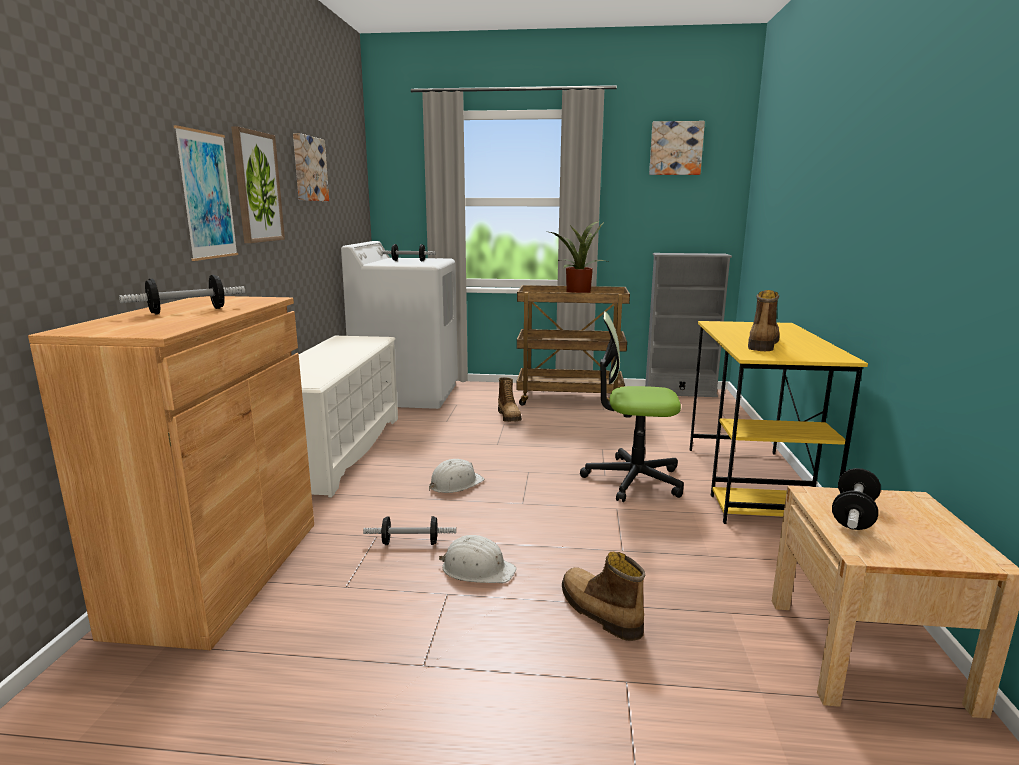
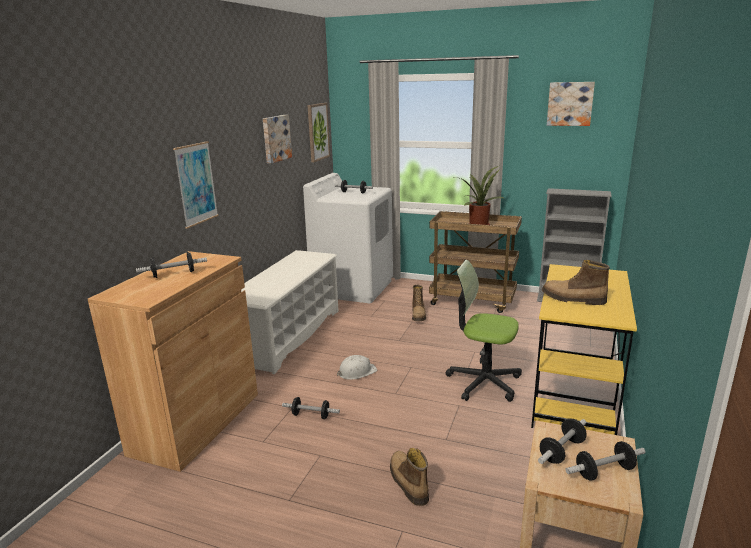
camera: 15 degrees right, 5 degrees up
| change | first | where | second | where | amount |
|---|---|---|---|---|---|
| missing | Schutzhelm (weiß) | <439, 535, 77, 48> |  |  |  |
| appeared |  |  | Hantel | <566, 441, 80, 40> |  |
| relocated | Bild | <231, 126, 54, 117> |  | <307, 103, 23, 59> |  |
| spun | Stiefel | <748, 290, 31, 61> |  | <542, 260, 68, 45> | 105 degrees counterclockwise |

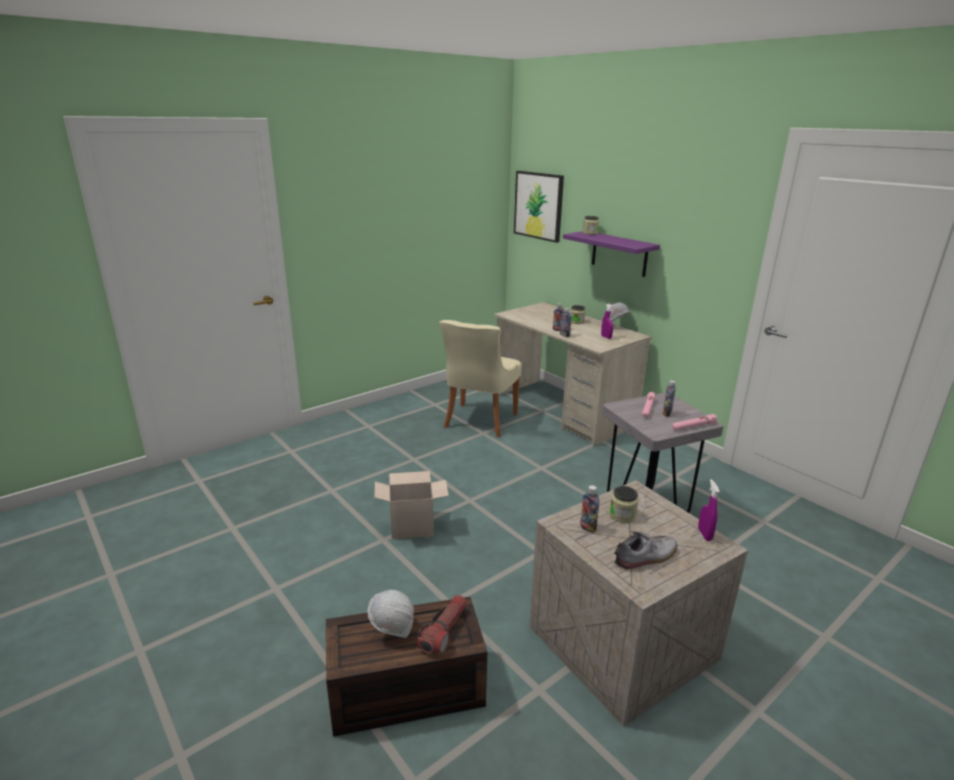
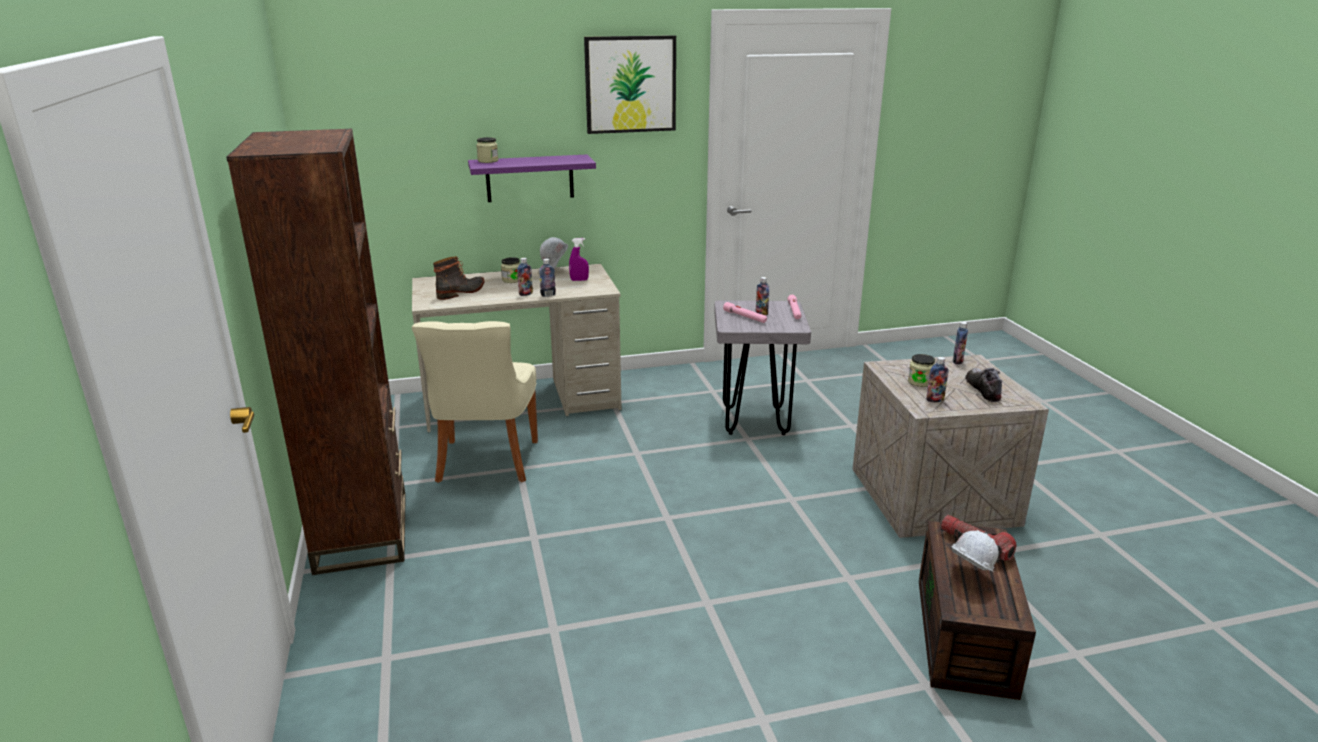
camera: 65 degrees left, 0 degrees up
| change | first | where | second | where | amount |
|---|---|---|---|---|---|
| missing | Karton | <375, 471, 74, 68> |  |  |  |
| appeared |  |  | Bücherregal (braun) | <226, 129, 180, 446> |  |
| appeared |  |  | Stiefel | <433, 256, 51, 44> |  |
| relocated | Bild | <514, 171, 50, 72> |  | <584, 35, 92, 99> |  |
| exchanged | Sprühflasche (lila) | <698, 479, 22, 62> | Flasche | <953, 322, 15, 43> |  |
| spun | Stuhl (beige) | <439, 320, 83, 118> |  | <412, 321, 126, 162> | 45 degrees clockwise |

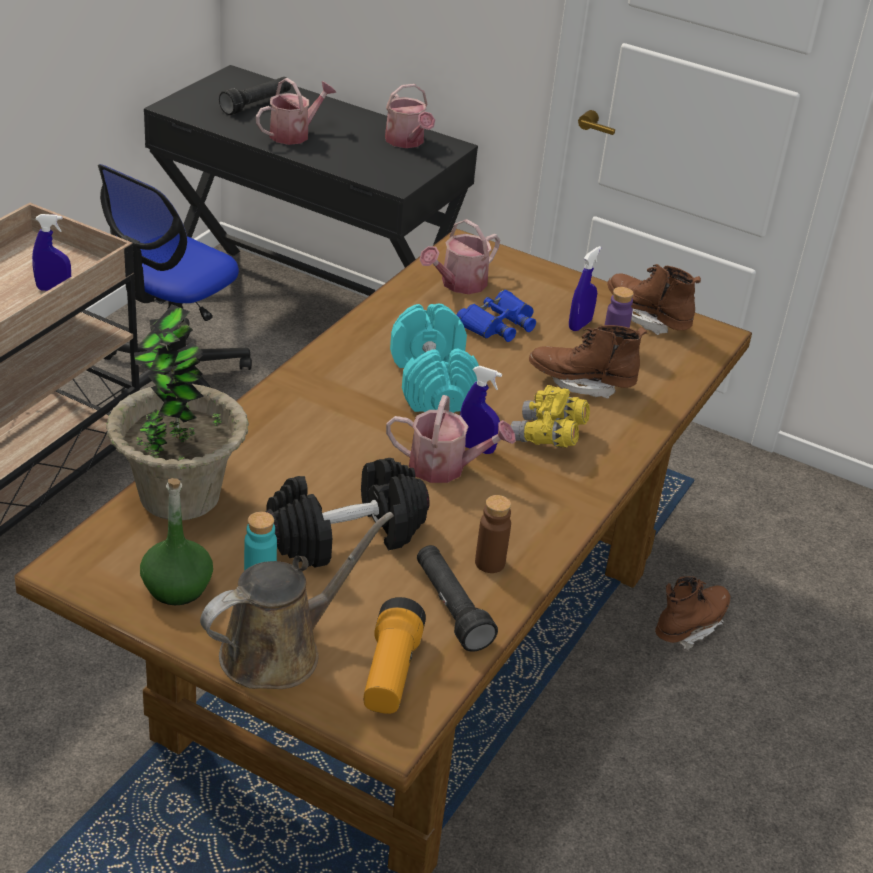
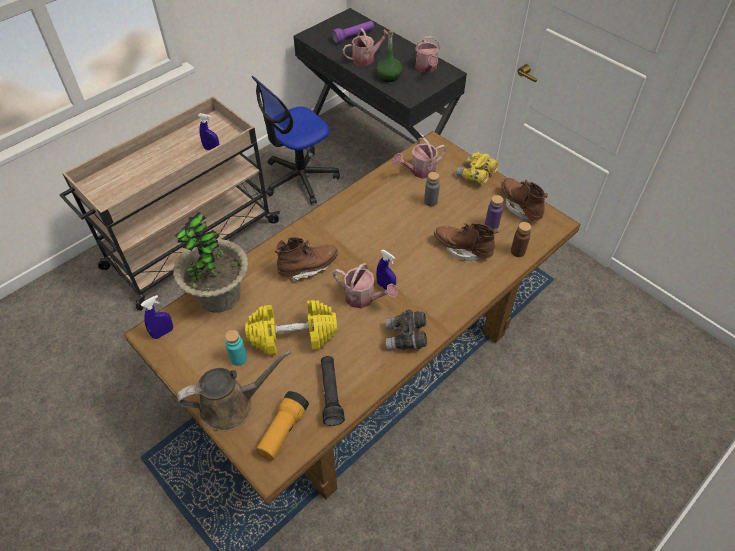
camera: 20 degrees right, 15 degrees up
| change | first | where | second | where | amount |
|---|---|---|---|---|---|
| missing | Hantel (türkis) | <390, 303, 89, 110> |  |  |  |
| appeared |  |  | Fernglas (grau) | <386, 309, 41, 41> |  |
| relocated | Flasche (grün) | <140, 478, 73, 127> |  | <376, 31, 26, 51> |  |
| relocated | Flasche (braun) | <475, 495, 36, 78> |  | <511, 222, 20, 35> |  |
| relocated | Fernglas (gelb) | <511, 385, 79, 62> |  | <456, 151, 43, 33> |  |
| relocated | Sprühflasche (blau) | <569, 246, 32, 85> |  | <141, 295, 32, 44> |  |
| relocated | Stiefel (braun) | <655, 576, 75, 75> |  | <275, 237, 63, 46> |  |
| exchanged | Fernglas (blau) | <457, 290, 79, 52> | Flasche (grau) | <424, 172, 16, 34> |  |
| colour | Taschenlampe (schwarz) | <219, 77, 72, 38> | Taschenlampe (lila) | <332, 21, 42, 22> |  |
| colour | Hantel (schwarz) | <265, 458, 165, 110> | Hantel (gelb) | <245, 300, 92, 55> |  |

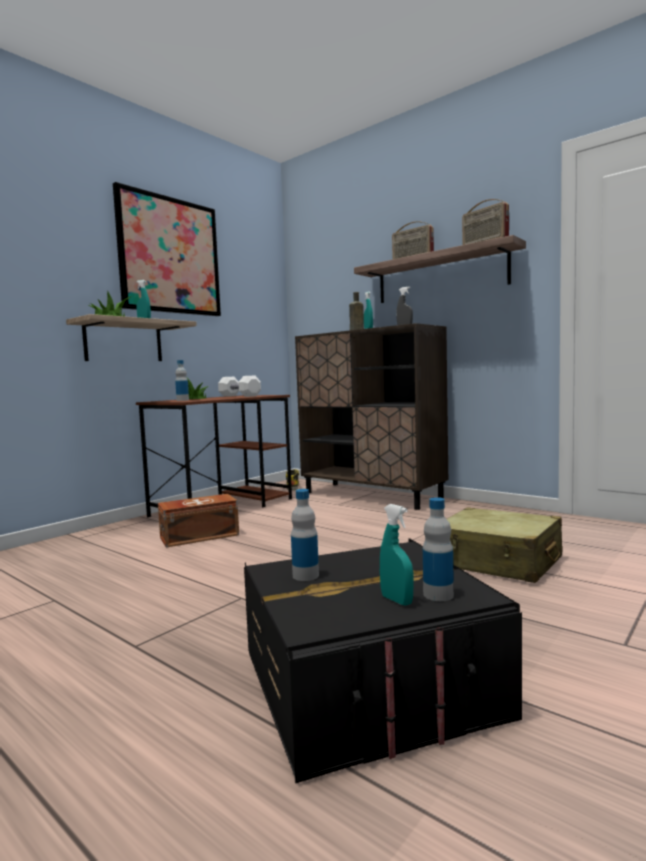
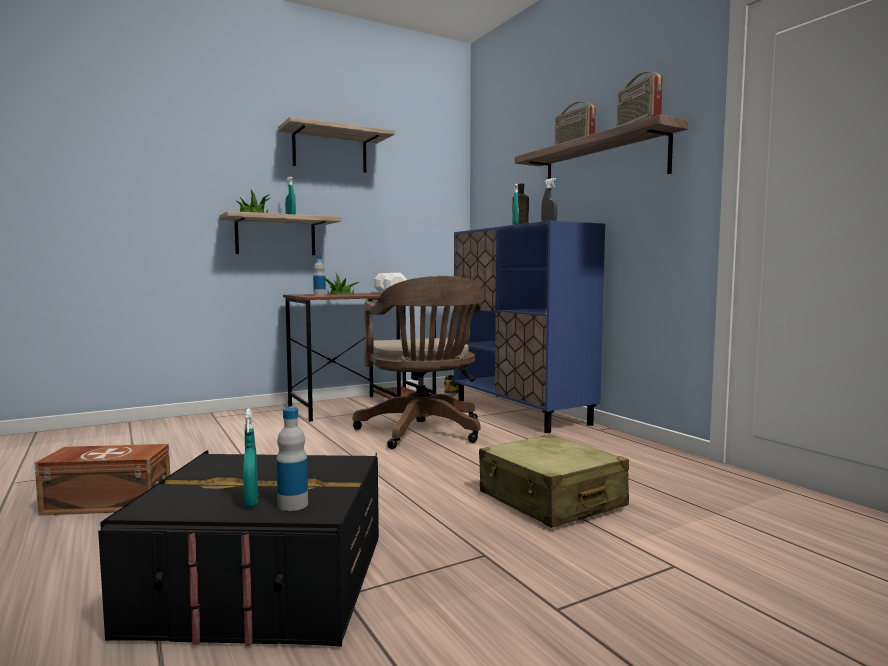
camera: 20 degrees right, 0 degrees up
| change | first | where | second | where | amount |
|---|---|---|---|---|---|
| missing | Flasche | <291, 489, 28, 92> |  |  |  |
| appeared |  |  | Bürostuhl (braun) | <353, 276, 129, 173> |  |
| relocated | Aufbewahrungsbox (braun) | <158, 494, 81, 54> |  | <35, 444, 135, 72> |  |
| exchanged | Bild | <113, 182, 108, 134> | Wandregal | <278, 117, 117, 56> |  |
| colour | Schrank (braun) | <295, 323, 153, 187> | Schrank (blau) | <454, 221, 151, 212> |  |

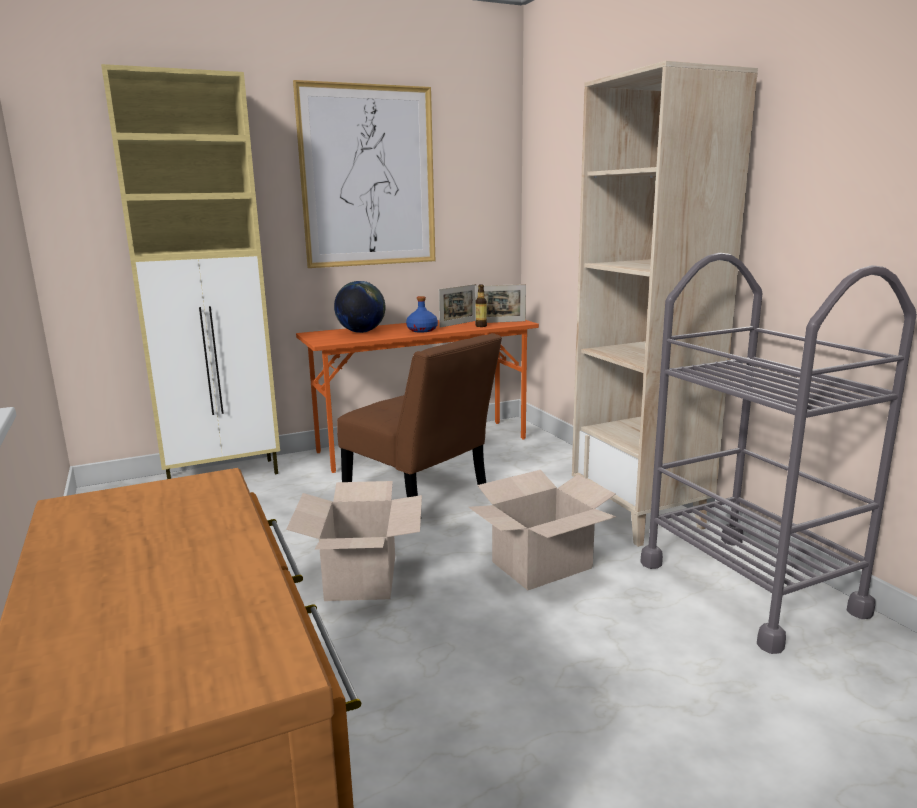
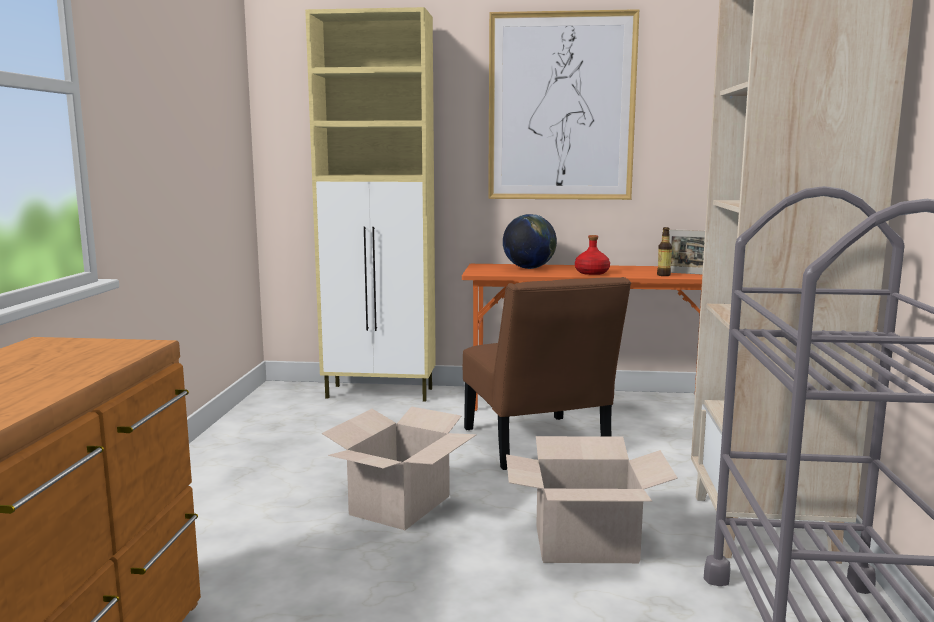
camera: 30 degrees right, 5 degrees down
| change | first | where | second | where | amount |
|---|---|---|---|---|---|
| missing | Bilderrahmen | <439, 284, 37, 44> |  |  |  |
| colour | Flasche (blau) | <406, 296, 32, 37> | Flasche (rot) | <575, 235, 35, 40> |  |

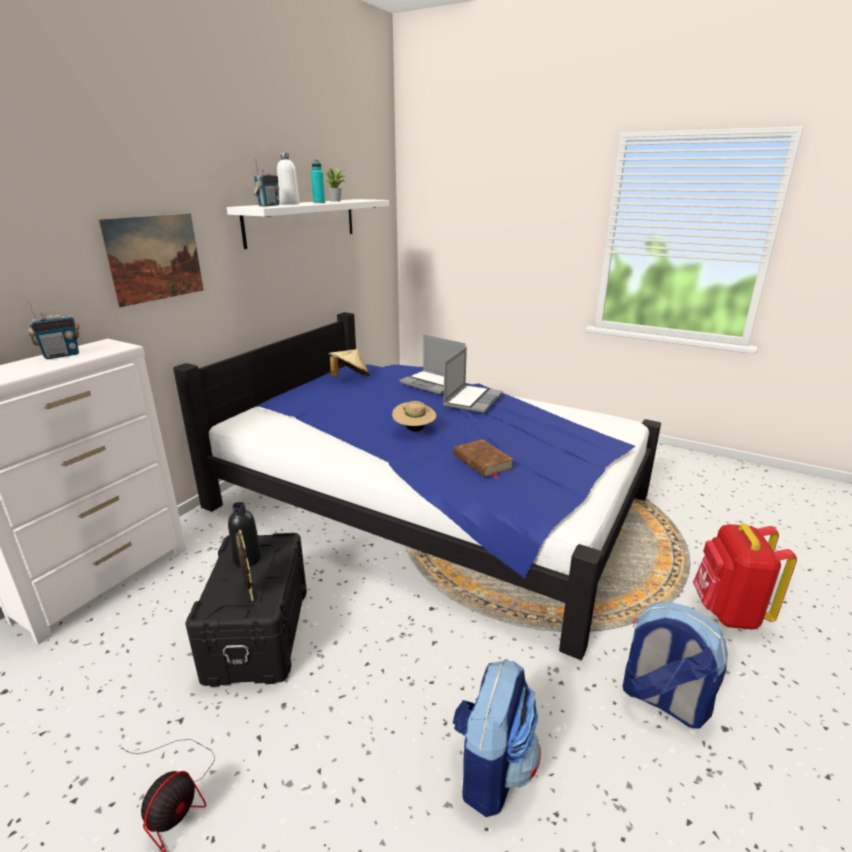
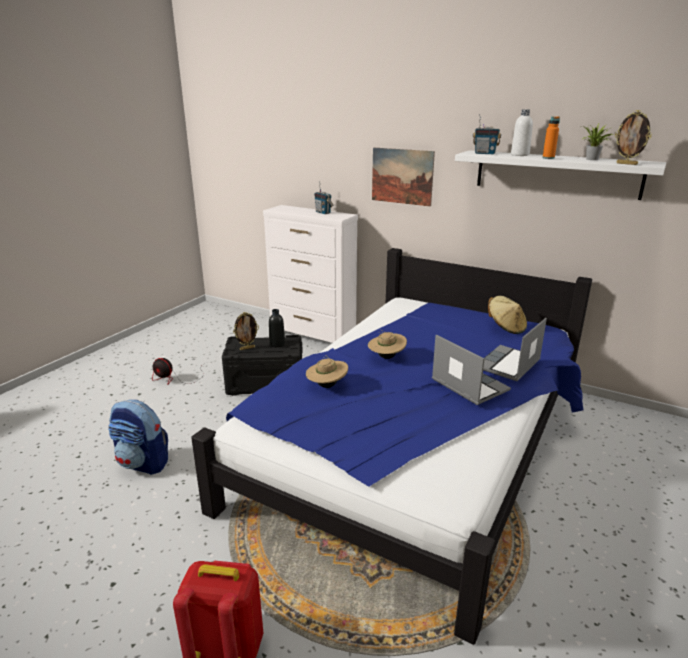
camera: 90 degrees right, 0 degrees up
| change | first | where | second | where | amount |
|---|---|---|---|---|---|
| missing | Rucksack | <622, 602, 106, 127> |  |  |  |
| appeared |  |  | Bilderrahmen | <615, 110, 37, 55> |  |
| exchanged | Buch (braun) | <454, 439, 60, 40> | Hut (beige) | <306, 355, 42, 33> |  |
| colour | Flasche (türkis) | <311, 160, 14, 43> | Flasche (orange) | <543, 116, 17, 43> |  |
| spun | Laptop | <443, 347, 60, 66> |  | <432, 335, 79, 70> | 150 degrees counterclockwise |

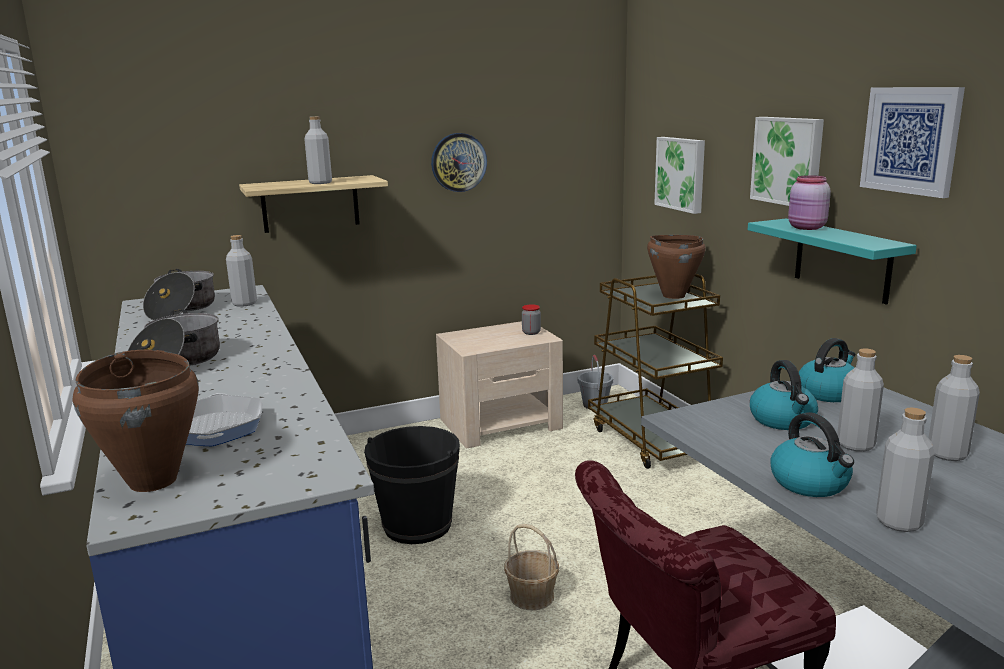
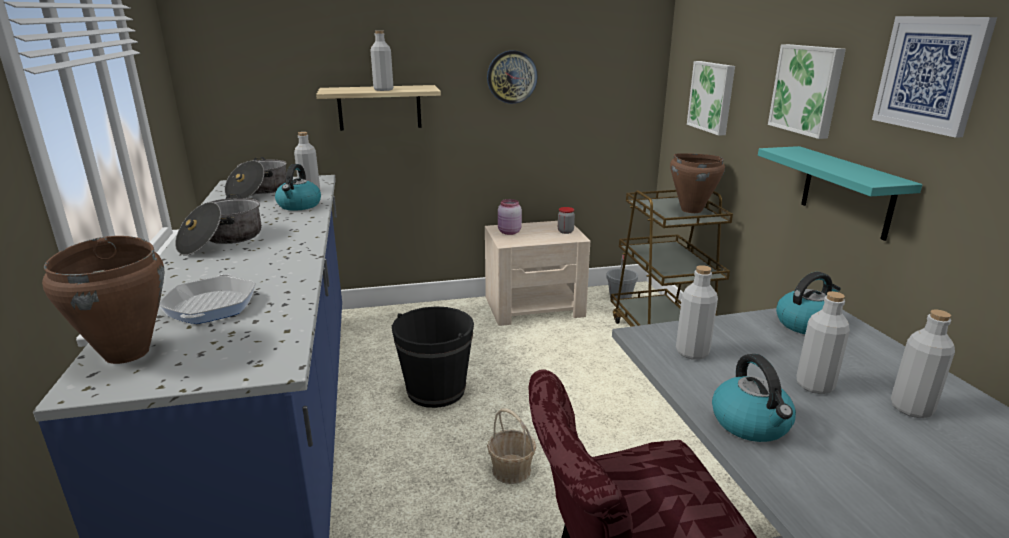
camera: 10 degrees right, 5 degrees up
| change | first | where | second | where | amount |
|---|---|---|---|---|---|
| relocated | Wasserkessel | <750, 360, 68, 70> |  | <275, 164, 46, 47> |  |
| relocated | Vorratsglas (rosa) | <788, 175, 43, 55> |  | <498, 199, 24, 36> |  |
| relocated | Flasche (grau) | <876, 408, 59, 124> |  | <676, 265, 42, 95> |  |

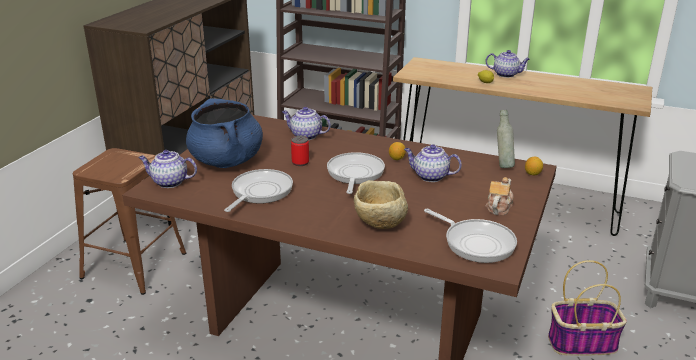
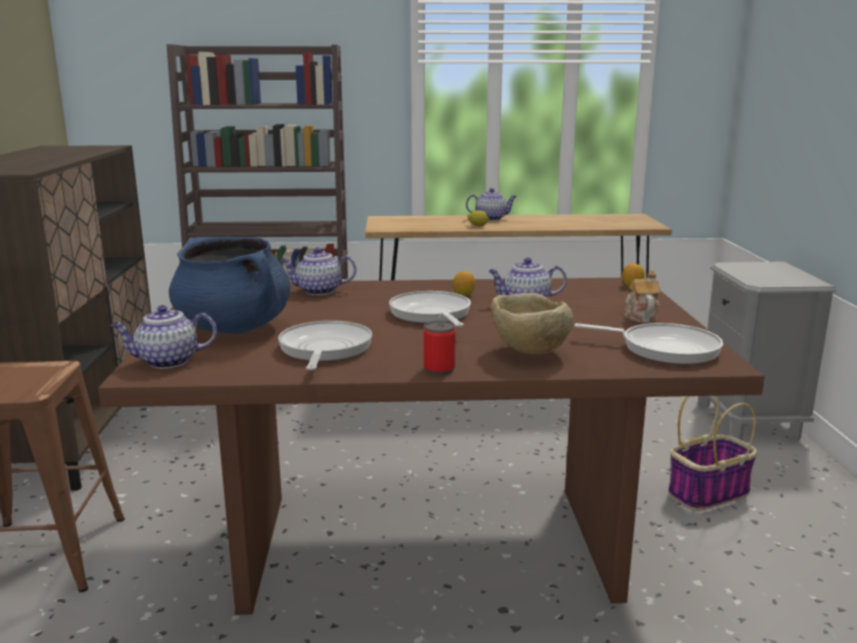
camera: 25 degrees left, 10 degrees down
| change | first | where | second | where | amount |
|---|---|---|---|---|---|
| missing | Flasche (grau) | <497, 110, 18, 58> |  |  |  |
| relocated | Dose | <291, 136, 18, 30> |  | <424, 321, 32, 54> |  |

